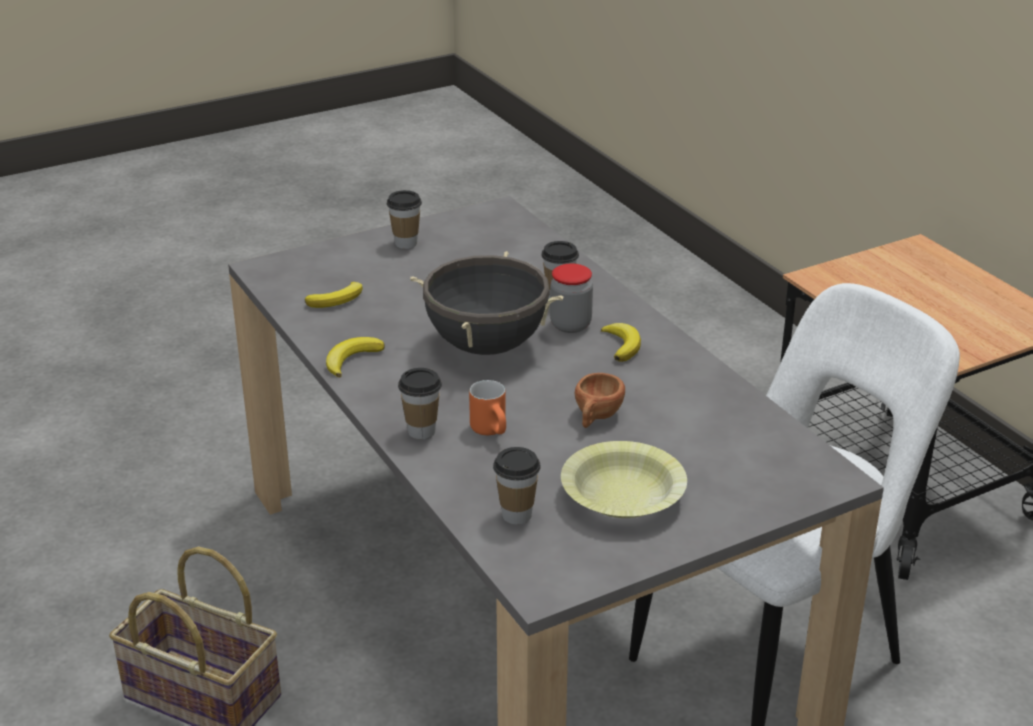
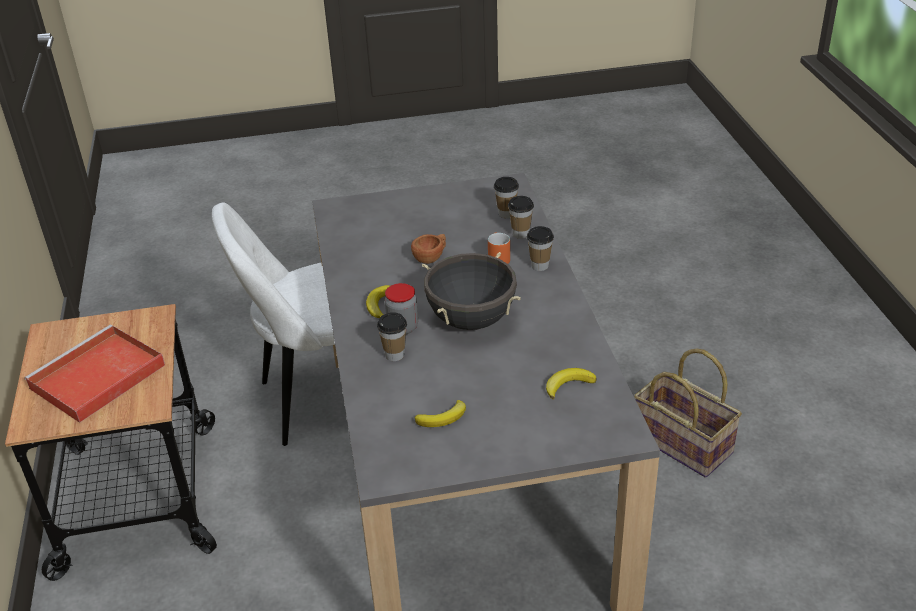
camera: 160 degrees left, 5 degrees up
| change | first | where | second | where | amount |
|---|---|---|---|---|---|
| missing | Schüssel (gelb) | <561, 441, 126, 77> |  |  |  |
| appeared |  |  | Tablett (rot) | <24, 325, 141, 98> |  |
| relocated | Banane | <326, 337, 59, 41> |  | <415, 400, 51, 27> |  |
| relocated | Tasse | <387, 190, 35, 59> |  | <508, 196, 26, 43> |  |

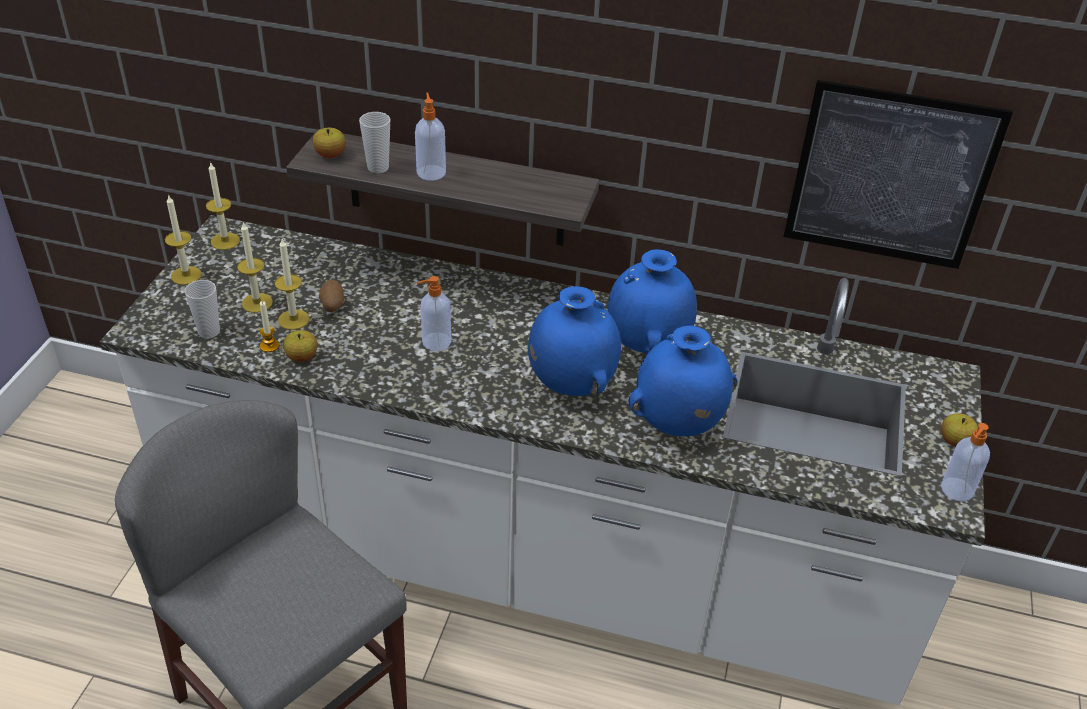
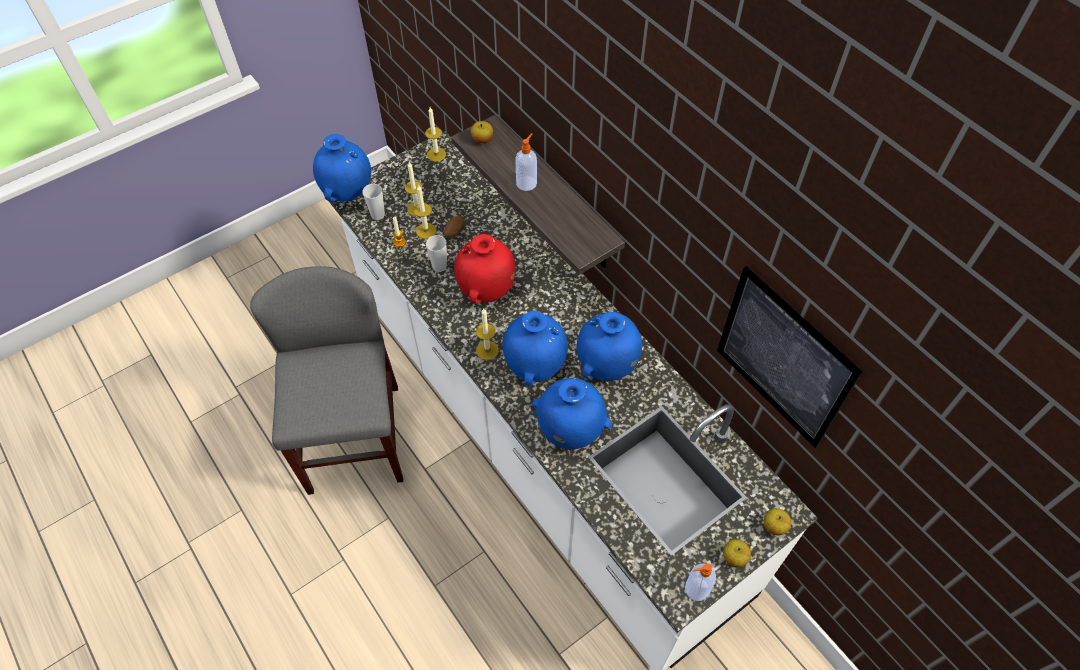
camera: 40 degrees right, 15 degrees up
| change | first | where | second | where | amount |
|---|---|---|---|---|---|
| appeared |  |  | Vase (blau) | <313, 134, 58, 68> |  |
| relocated | Kerze | <165, 194, 37, 91> |  | <476, 308, 23, 52> |  |
| relocated | Apfel | <283, 330, 34, 32> |  | <764, 508, 27, 27> |  |
| relocated | Tasse | <359, 112, 31, 61> |  | <426, 235, 21, 37> |  |
| exchanged | Seifenspender | <417, 276, 34, 75> | Vase (rot) | <454, 234, 62, 70> |  |

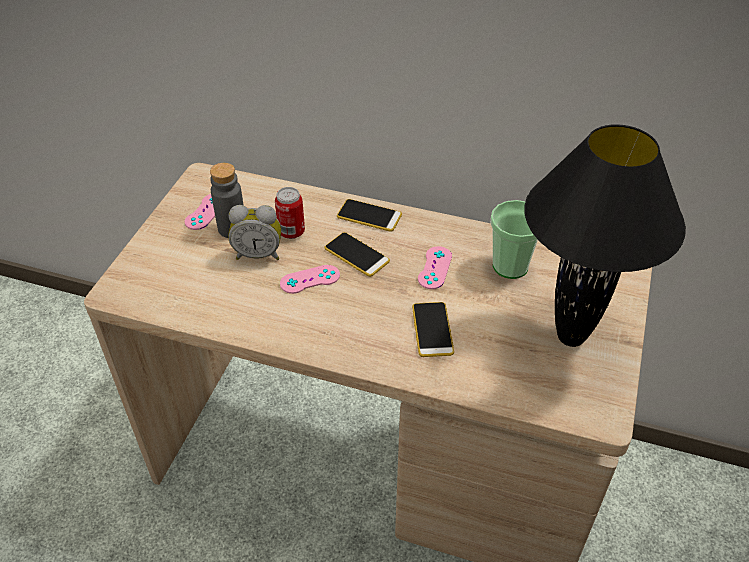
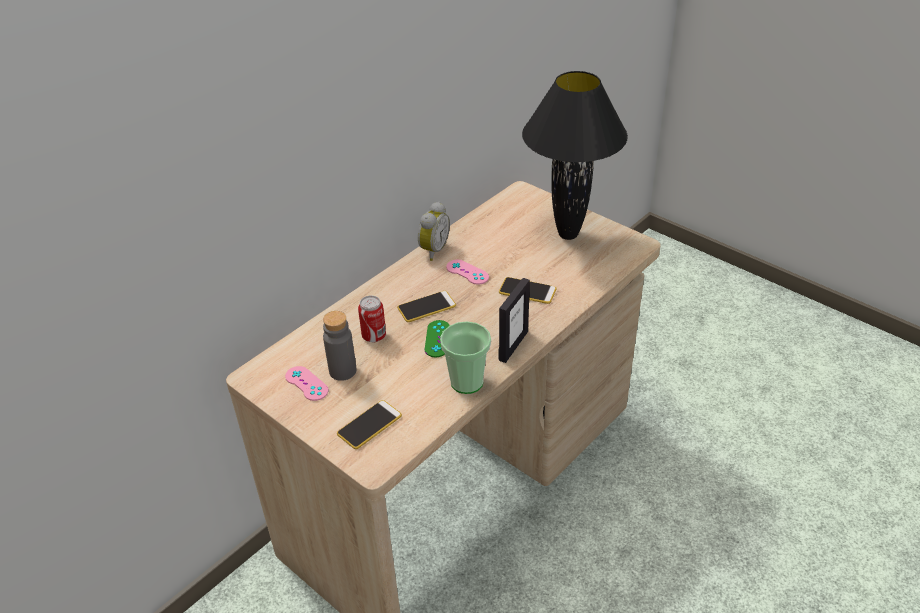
camera: 65 degrees left, 5 degrees down
| change | first | where | second | where | amount |
|---|---|---|---|---|---|
| appeared |  |  | Bilderrahmen | <498, 278, 32, 85> |  |
| relocated | Wecker | <228, 205, 53, 55> |  | <418, 202, 32, 59> |  |
| relocated | Handy | <337, 199, 65, 33> |  | <337, 400, 65, 49> |  |
| relocated | Tasse | <490, 200, 48, 79> |  | <440, 321, 51, 73> |  |
| colour | Gamepad (rosa) | <280, 265, 60, 29> | Gamepad (grün) | <425, 320, 25, 37> |  |

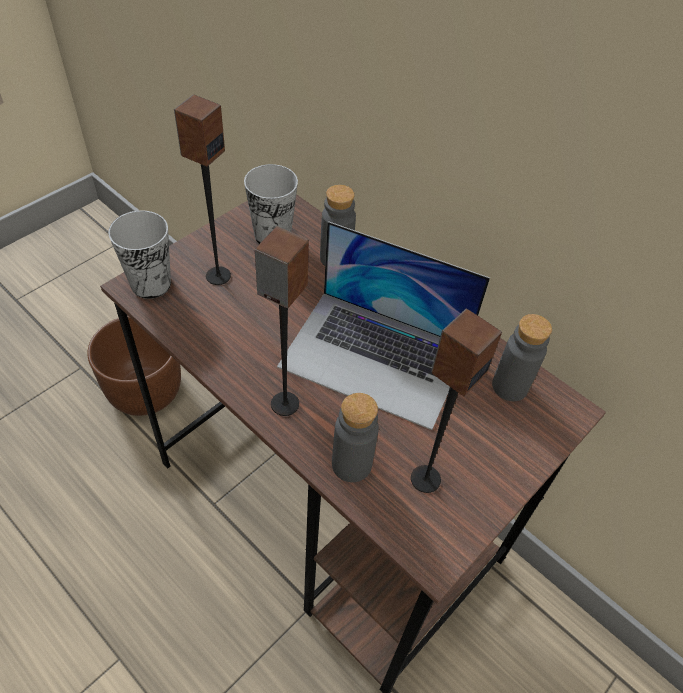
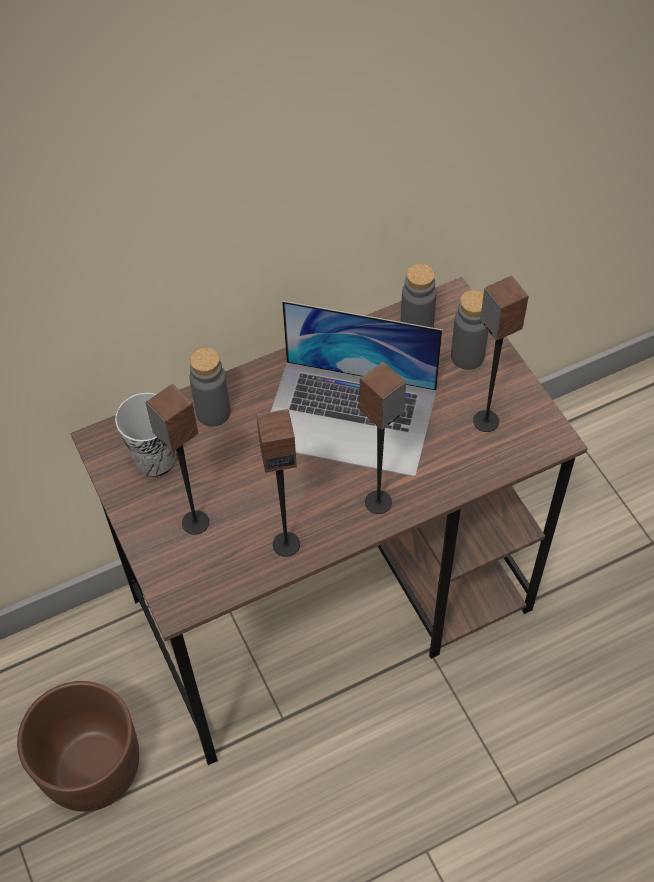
camera: 65 degrees left, 5 degrees up
| change | first | where | second | where | amount |
|---|---|---|---|---|---|
| missing | Tasse | <108, 210, 63, 89> |  |  |  |
| appeared |  |  | Lautsprecher | <256, 409, 44, 148> |  |
| relocated | Flasche (grau) | <332, 393, 47, 89> |  | <451, 290, 37, 80> |  |
| spun | Laptop | <277, 221, 213, 209> |  | <271, 301, 171, 176> | 60 degrees clockwise |

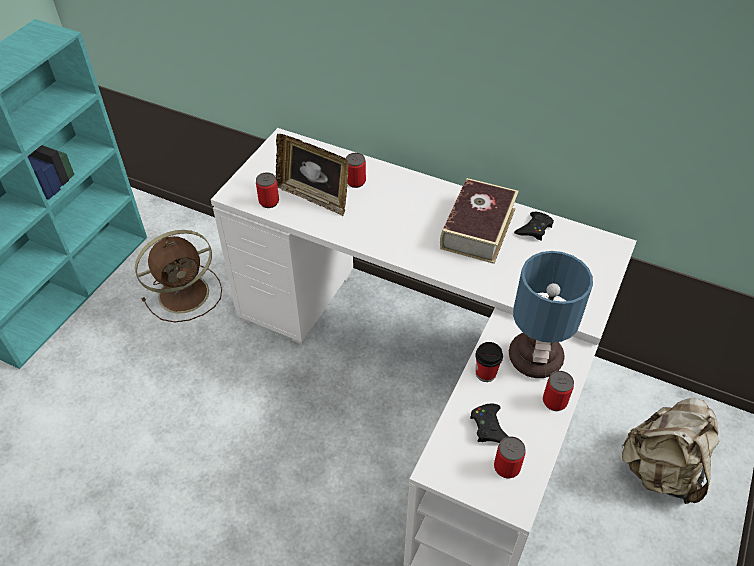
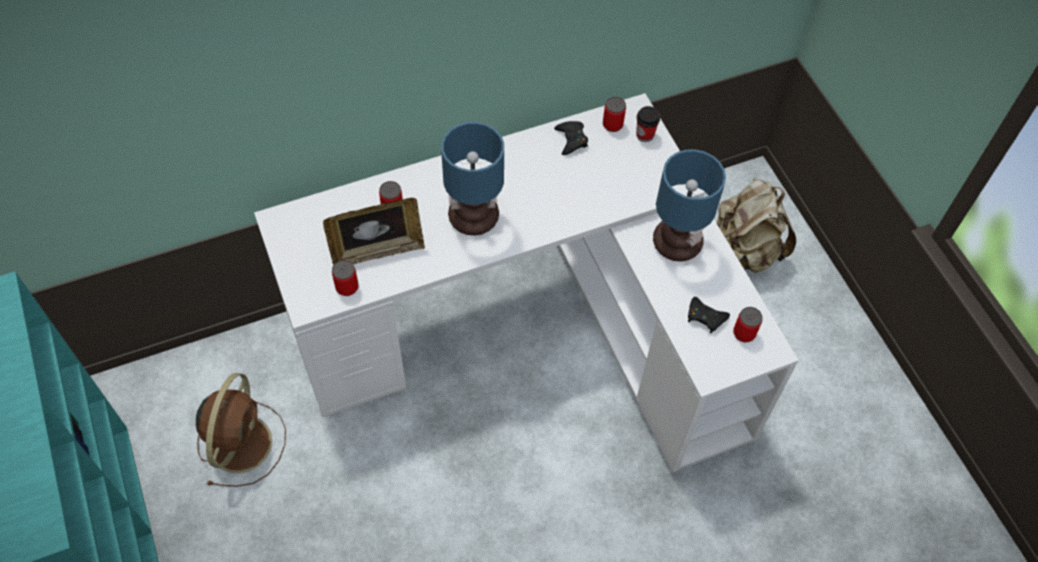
camera: 50 degrees left, 10 degrees up
| change | first | where | second | where | amount |
|---|---|---|---|---|---|
| missing | Buch | <440, 178, 79, 86> |  |  |  |
| appeared |  |  | Tischlampe | <441, 122, 63, 114> |  |
| relocated | Tasse | <475, 342, 28, 40> |  | <636, 106, 24, 36> |  |
| relocated | Dose | <543, 371, 31, 40> |  | <603, 97, 23, 35> |  |

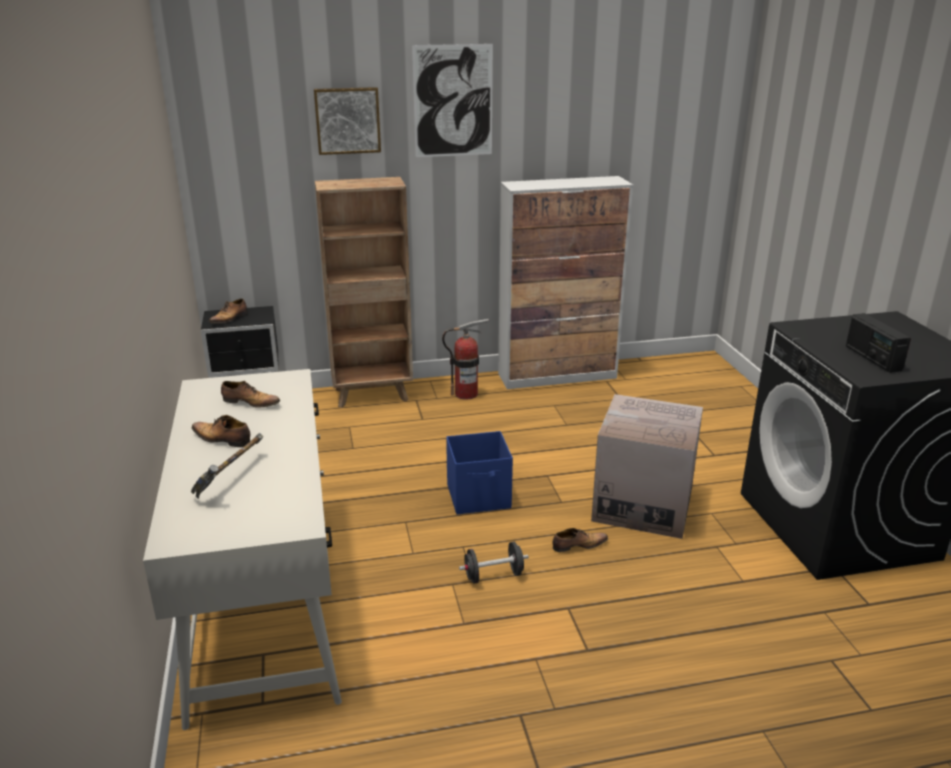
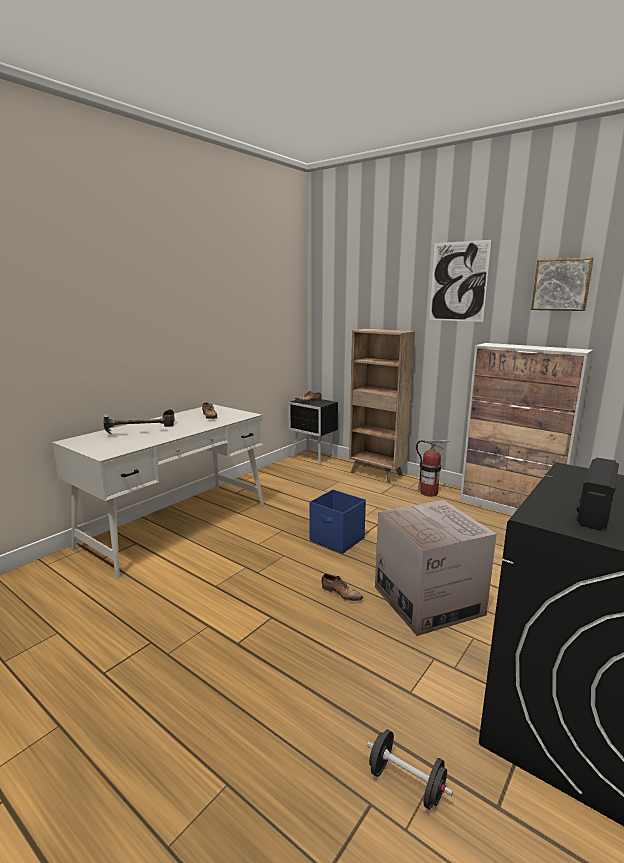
camera: 50 degrees right, 10 degrees down
| change | first | where | second | where | amount |
|---|---|---|---|---|---|
| relocated | Bild | <314, 87, 67, 68> |  | <531, 258, 63, 53> |  |
| relocated | Hantel (schwarz) | <459, 542, 70, 42> |  | <367, 729, 86, 81> |  |

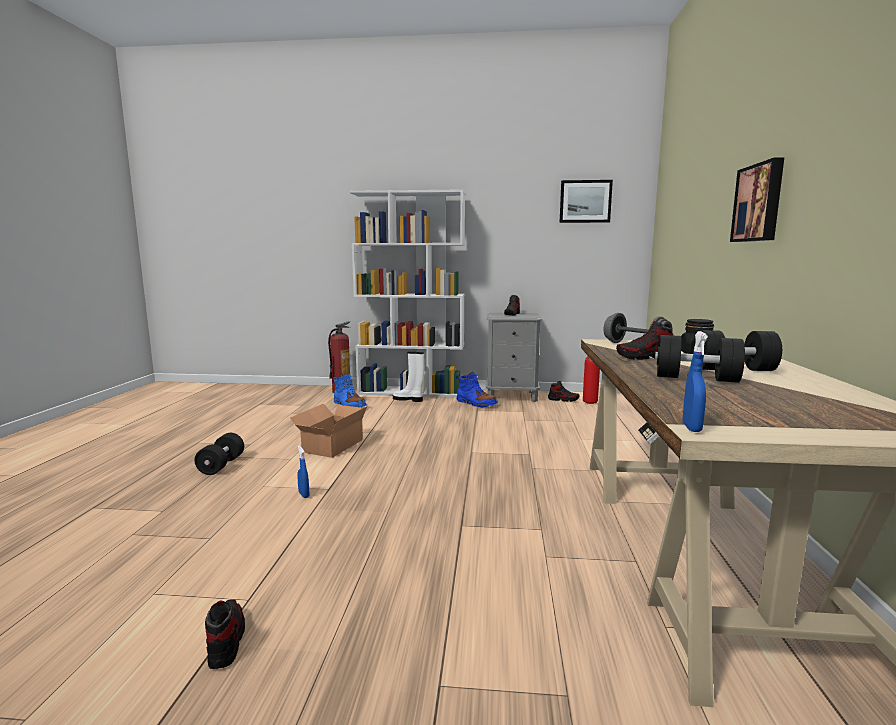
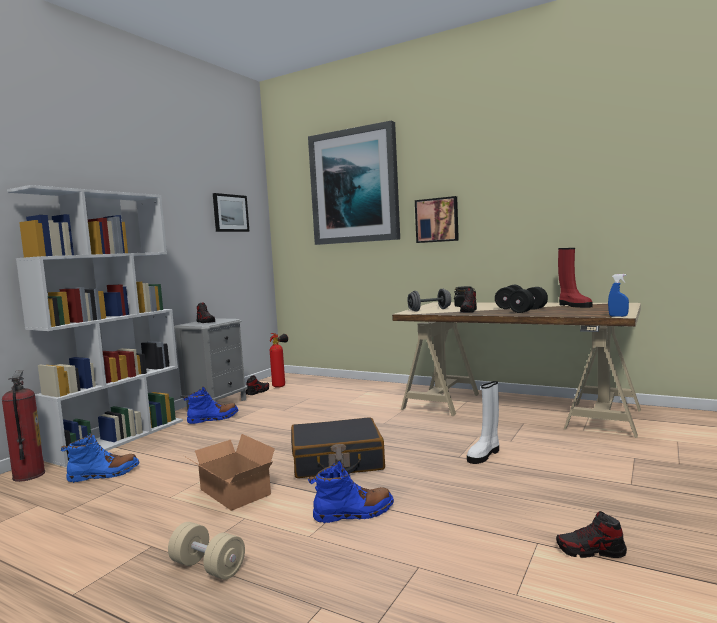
camera: 65 degrees left, 5 degrees down
| change | first | where | second | where | amount |
|---|---|---|---|---|---|
| appeared |  |  | Koffer (schwarz) | <291, 417, 94, 61> |  |
| appeared |  |  | Bild | <308, 121, 92, 124> |  |
| appeared |  |  | Stiefel (rot) | <558, 248, 35, 60> |  |
| relocated | Stiefel (weiß) | <393, 352, 31, 50> |  | <467, 381, 32, 83> |  |
| exchanged | Sprühflasche (blau) | <297, 446, 12, 52> | Stiefel (blau) | <308, 461, 86, 62> |  |
| colour | Hantel (schwarz) | <194, 433, 50, 42> | Hantel (beige) | <168, 522, 77, 58> |  |

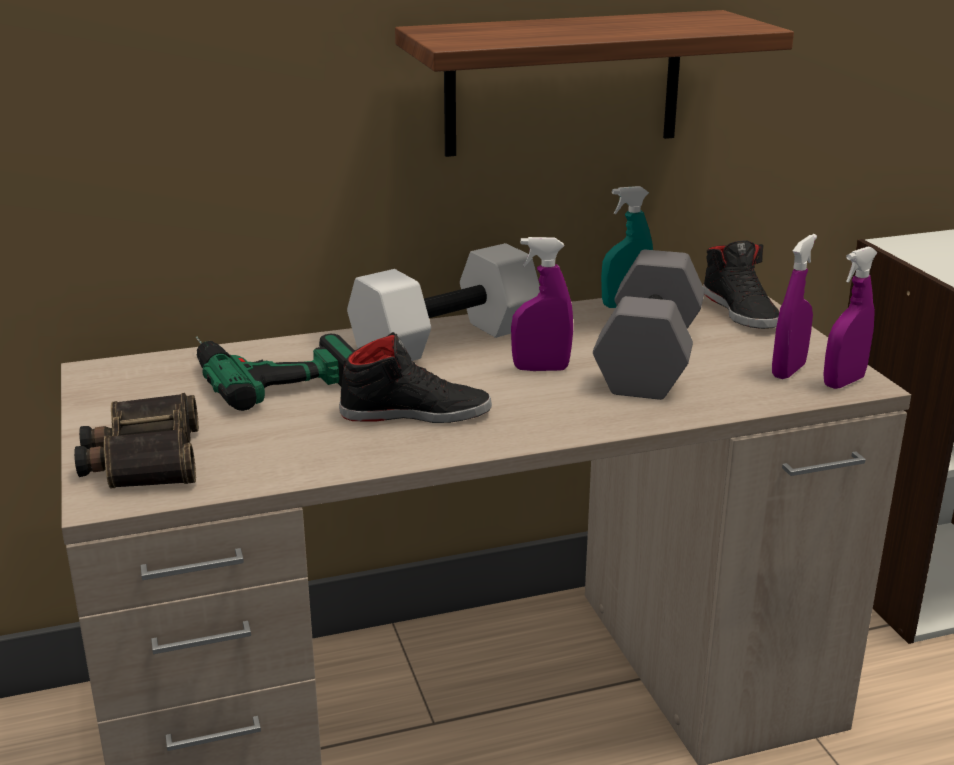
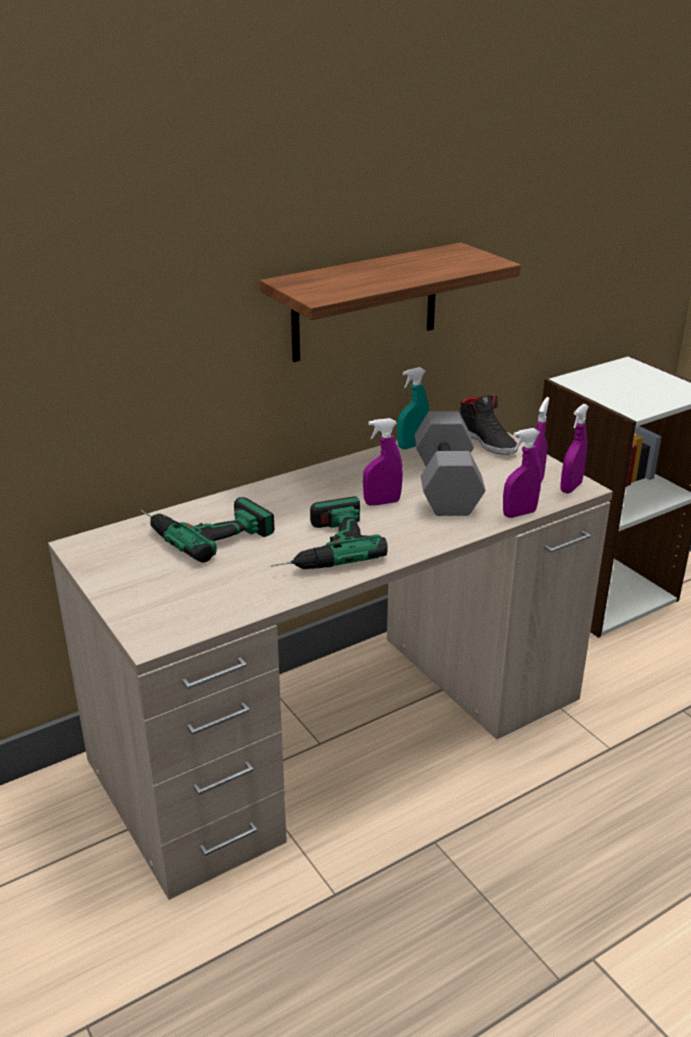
camera: 15 degrees left, 5 degrees up
| change | first | where | second | where | amount |
|---|---|---|---|---|---|
| missing | Fernglas | <74, 393, 125, 96> |  |  |  |
| missing | Hantel (weiß) | <347, 243, 193, 118> |  |  |  |
| appeared |  |  | Sprühflasche (lila) | <503, 428, 38, 90> |  |
| exchanged | Schuh (schwarz) | <339, 332, 153, 91> | Bohrmaschine | <271, 496, 117, 73> |  |

